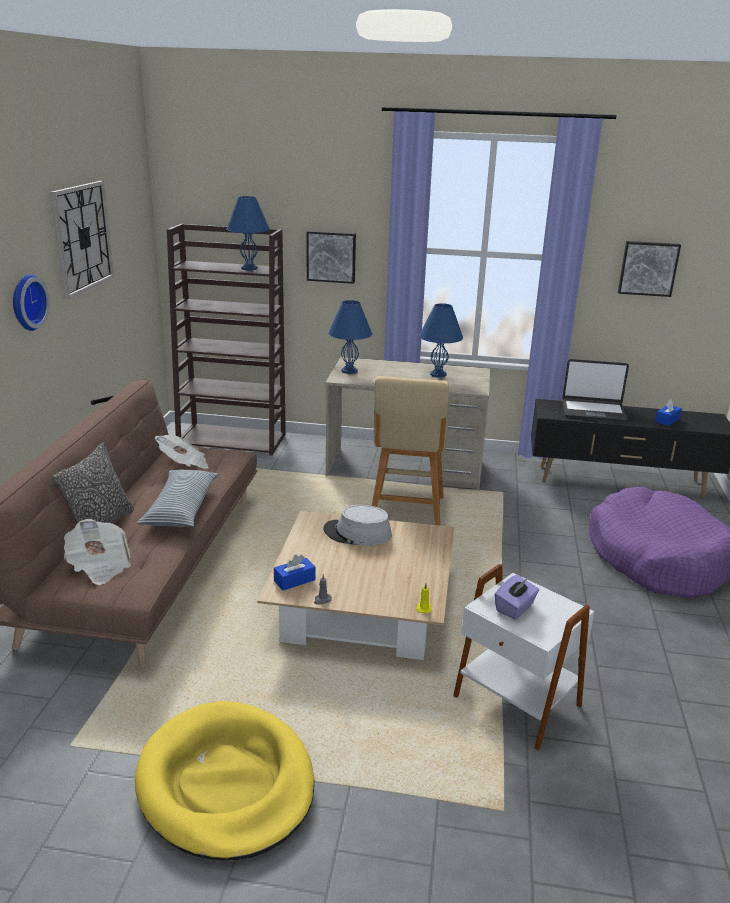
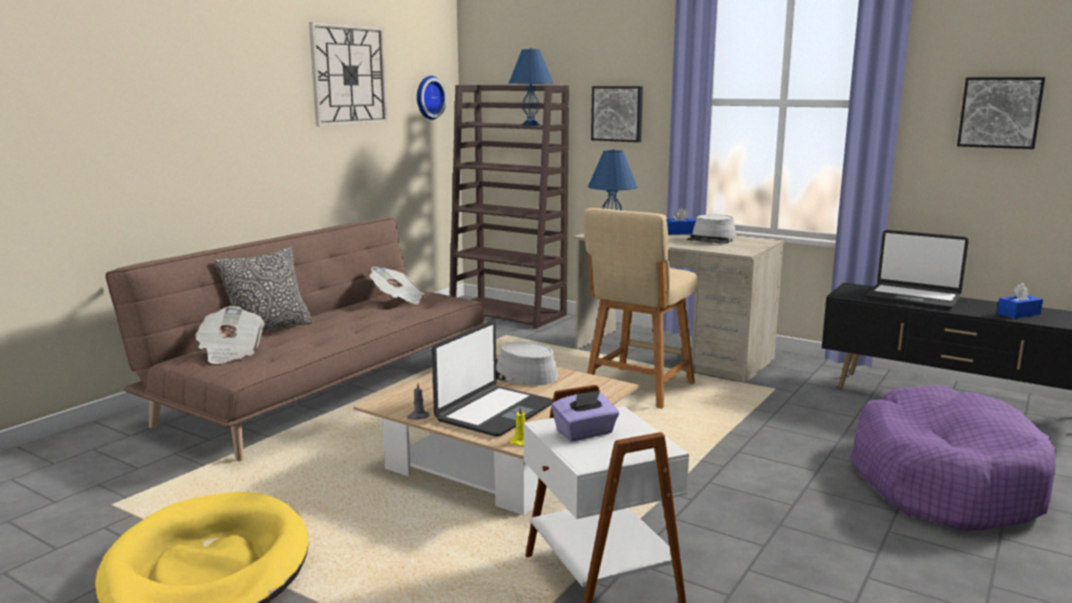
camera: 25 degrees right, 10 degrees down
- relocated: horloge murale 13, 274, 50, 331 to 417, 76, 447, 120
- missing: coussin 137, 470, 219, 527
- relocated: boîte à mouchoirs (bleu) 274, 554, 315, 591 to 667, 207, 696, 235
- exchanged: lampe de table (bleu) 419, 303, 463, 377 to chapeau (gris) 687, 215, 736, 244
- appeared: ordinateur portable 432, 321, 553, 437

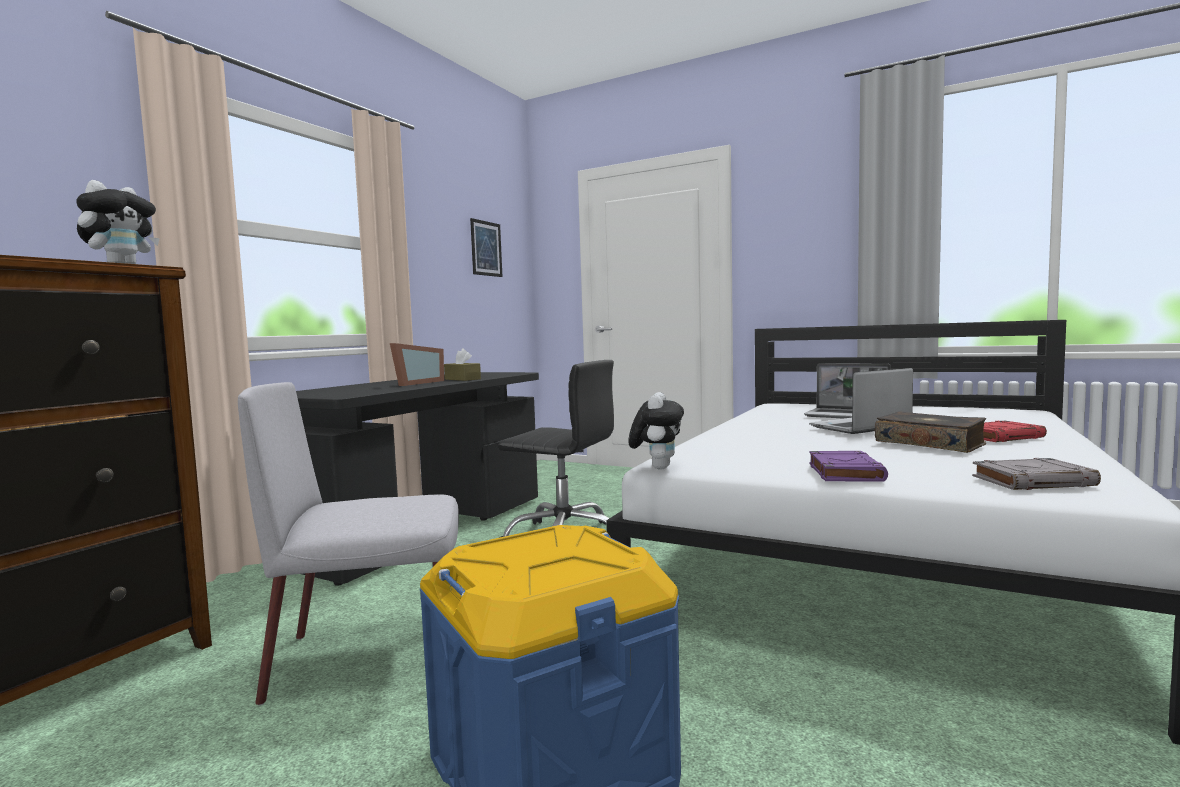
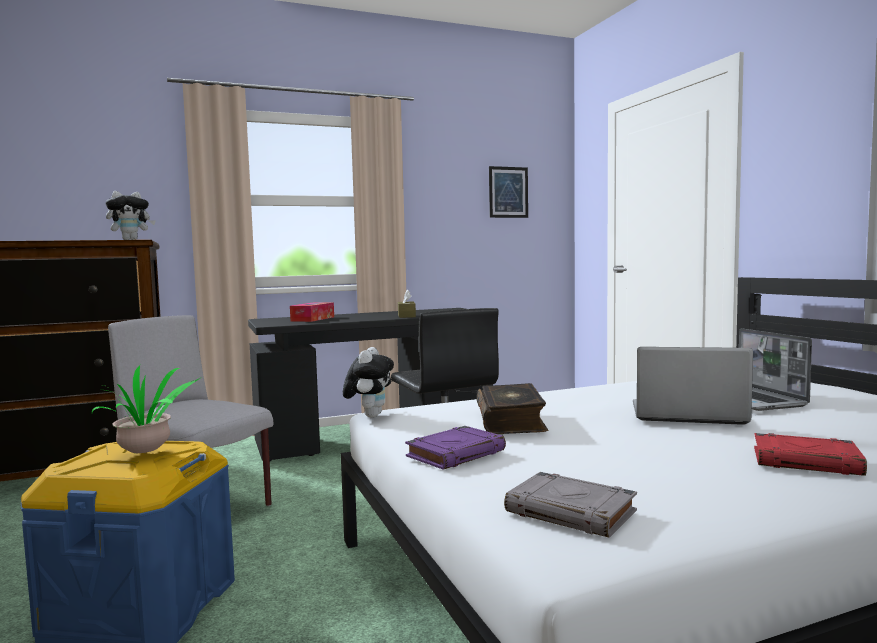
camera: 40 degrees right, 0 degrees up
- missing: cadre photo 390, 343, 444, 386
- spun: peluche 628, 392, 684, 469 = 343, 347, 394, 417 45 degrees counterclockwise
- relocated: livre 875, 411, 986, 453 to 477, 383, 548, 434
- appeared: plante en pot 92, 365, 200, 453
- appeared: boîte à mouchoirs 290, 302, 334, 322

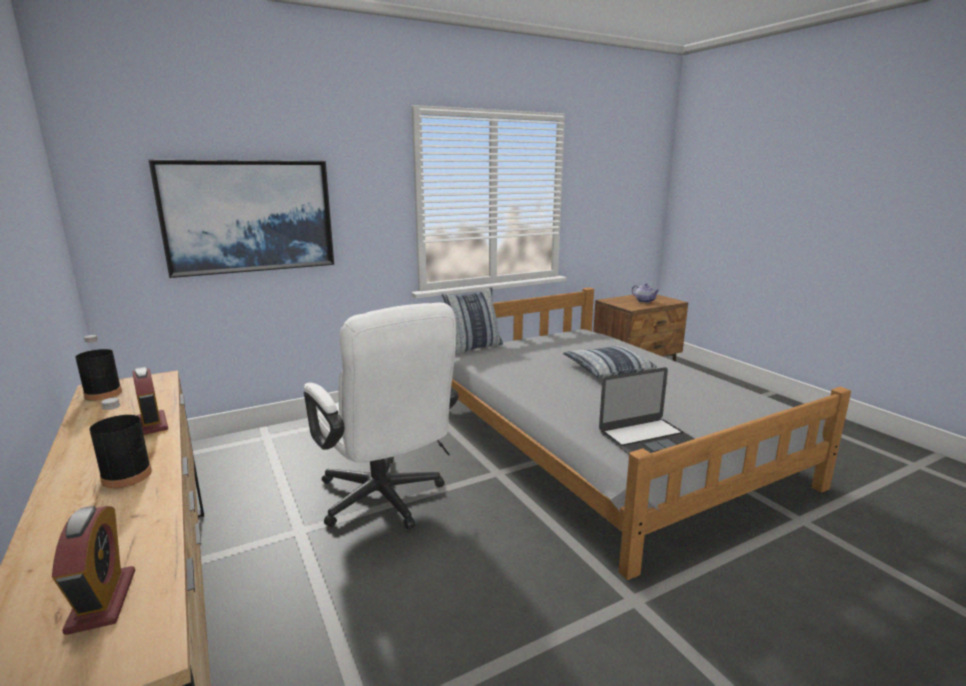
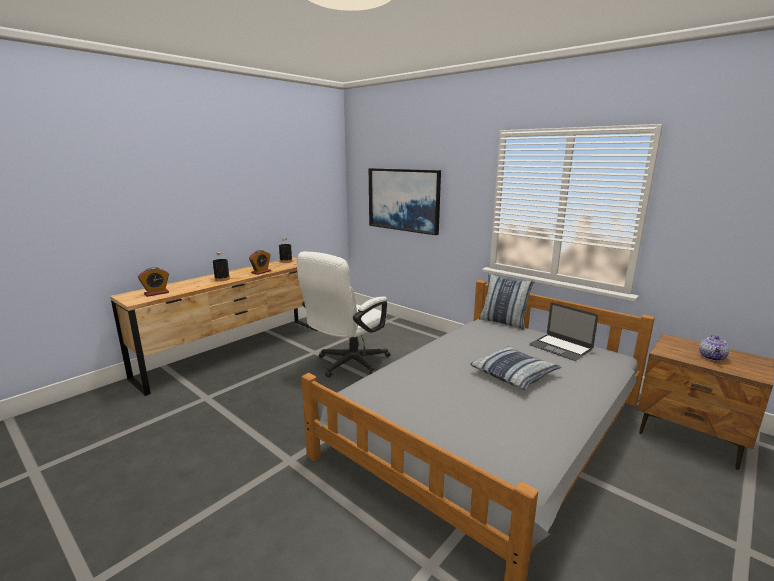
camera: 70 degrees right, 0 degrees up
- relocated: ordinateur portable 599, 367, 695, 455 to 529, 303, 598, 361

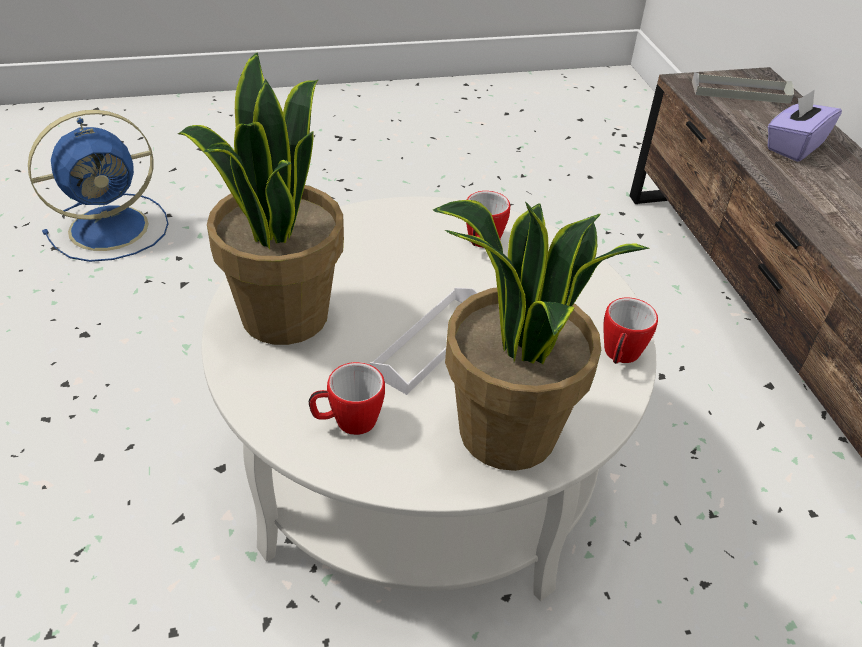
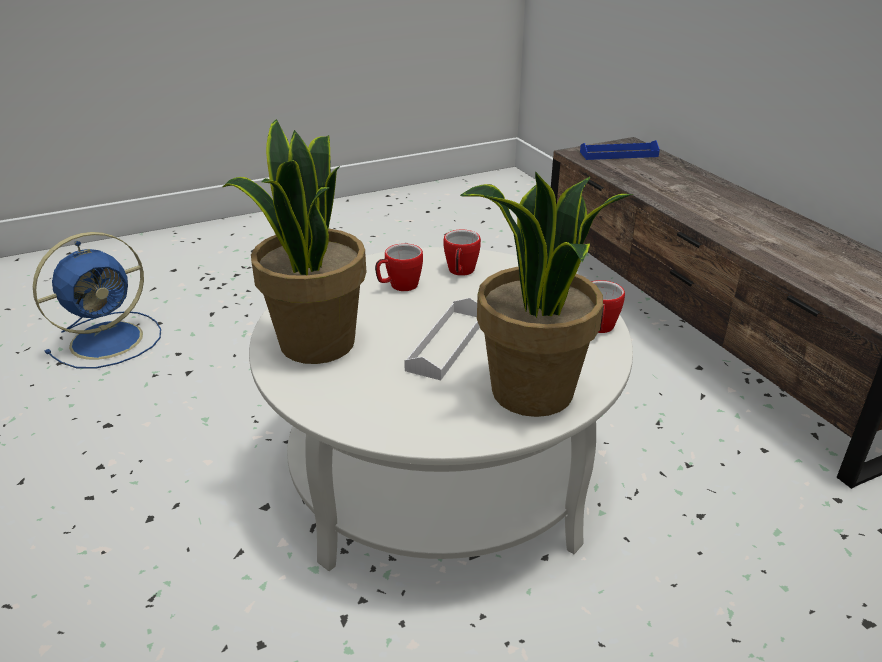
camera: 10 degrees left, 10 degrees down
- relocated: mug 309, 362, 385, 435 to 375, 243, 423, 291
- colour: plateau (gris) 692, 73, 794, 104 to plateau (bleu) 580, 140, 660, 160
- missing: boîte à mouchoirs (violet) 768, 90, 842, 162

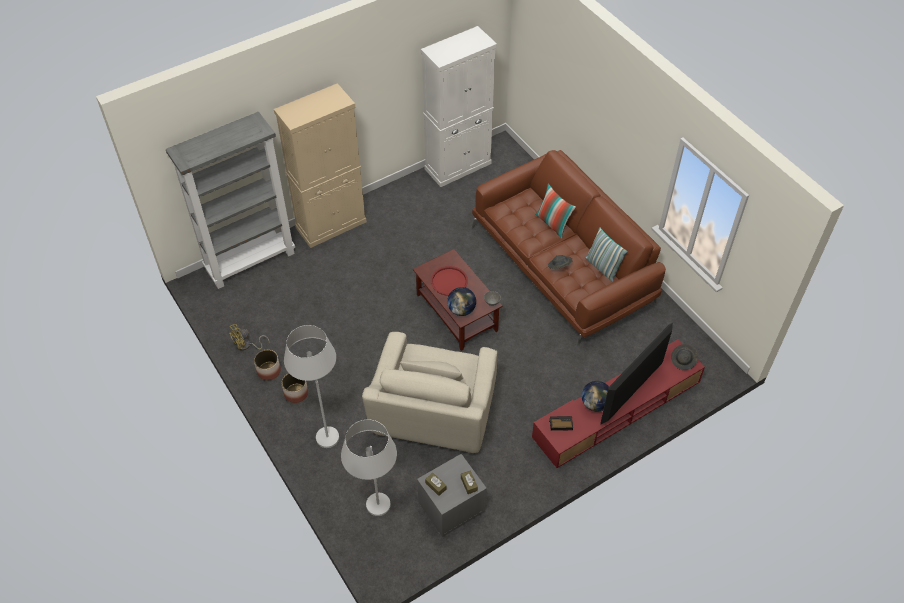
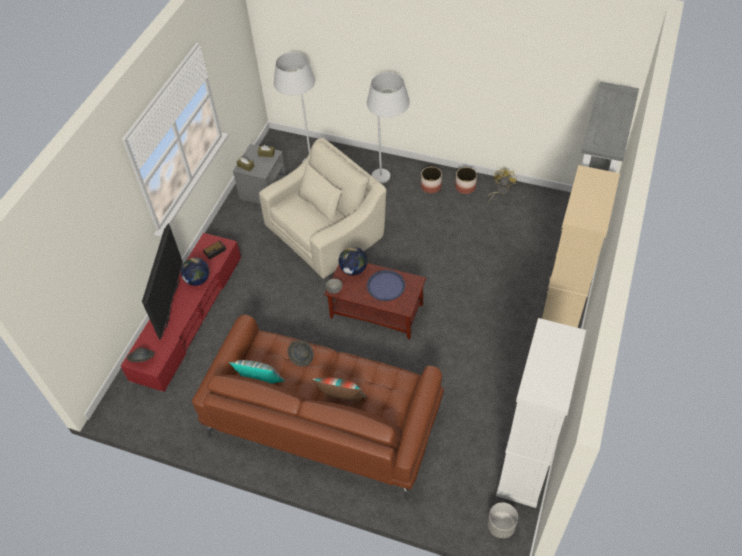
camera: 145 degrees right, 0 degrees up
- spun: fauteuil (beige) 362, 332, 497, 453 = 259, 138, 386, 279 75 degrees clockwise
- colour: plateau (rouge) 431, 266, 468, 296 to plateau (bleu) 367, 270, 405, 301
- appeared: cache-pot (gris) 488, 502, 518, 538

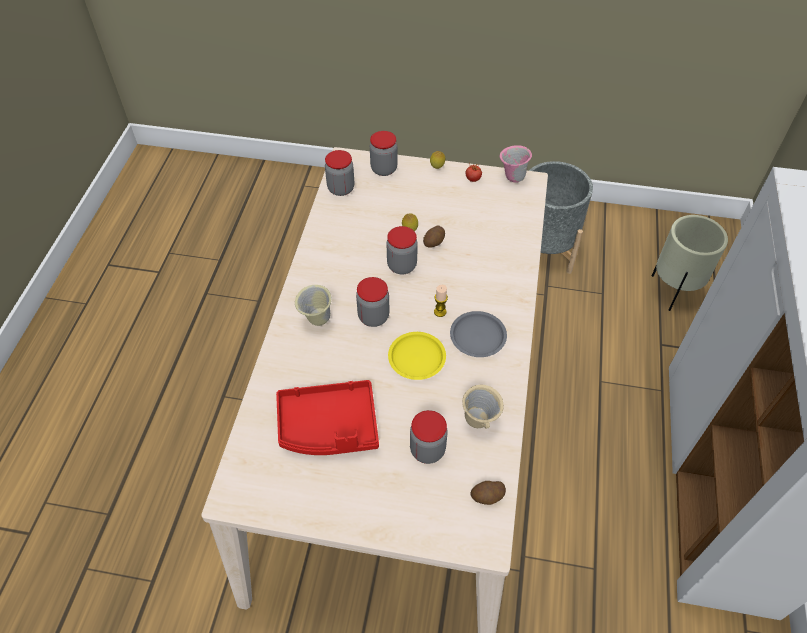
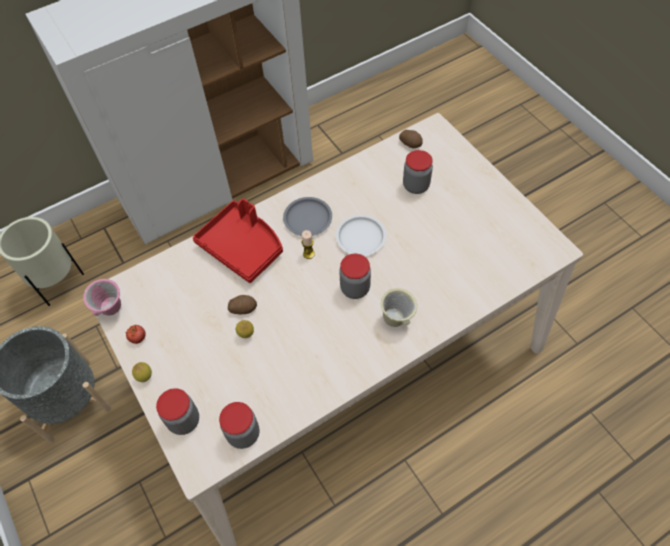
camera: 130 degrees left, 5 degrees up
- relocated: plateau (rouge) 276, 380, 379, 455 to 193, 198, 283, 283
- missing: bocal 386, 226, 418, 274
- colour: assiette (jaune) 388, 332, 446, 380 to assiette (blanc) 336, 215, 386, 256
- missing: mug (beige) 462, 385, 504, 429

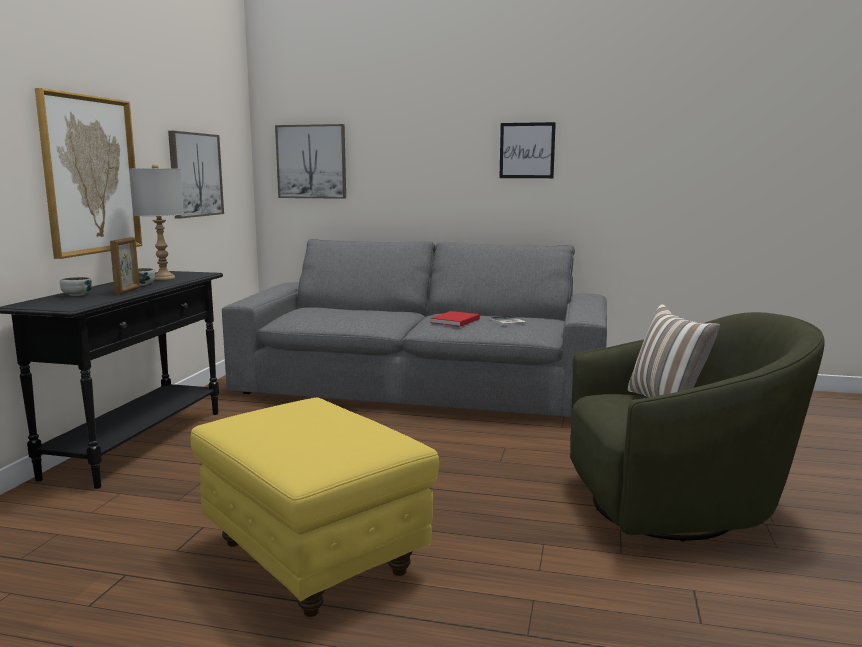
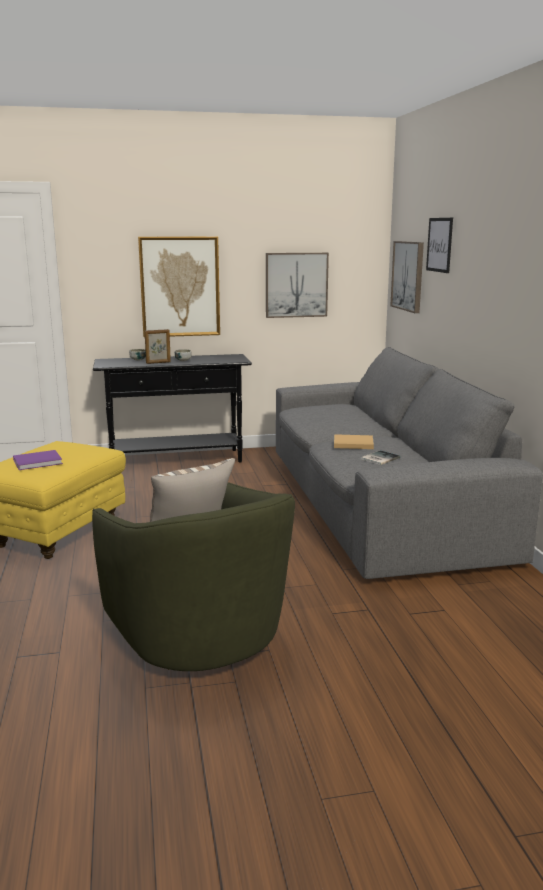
camera: 65 degrees right, 5 degrees up
- missing: lampe de table (gris) 129, 164, 184, 280
- colour: livre (rouge) 431, 311, 480, 327 to livre (beige) 334, 434, 374, 449
- relocated: tableau 500, 122, 556, 178 to 426, 218, 453, 273
- appeared: livre (violet) 13, 450, 63, 470

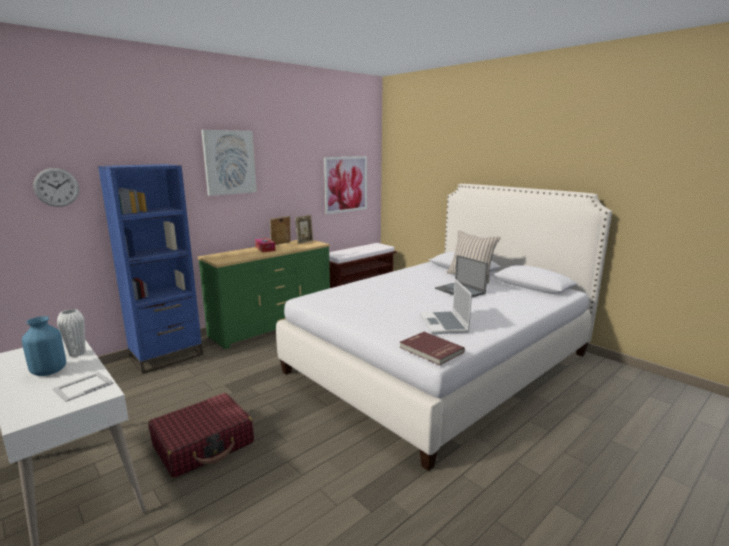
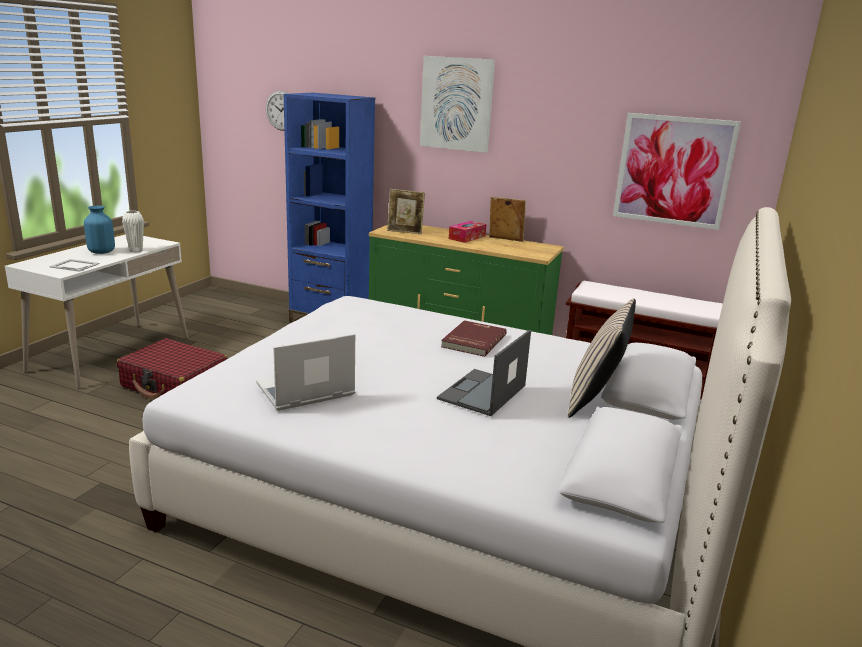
camera: 65 degrees right, 5 degrees up
- relocated: cadre photo 295, 215, 313, 244 to 387, 189, 425, 234
- relocated: livre (rouge) 400, 332, 465, 365 to 441, 320, 507, 357

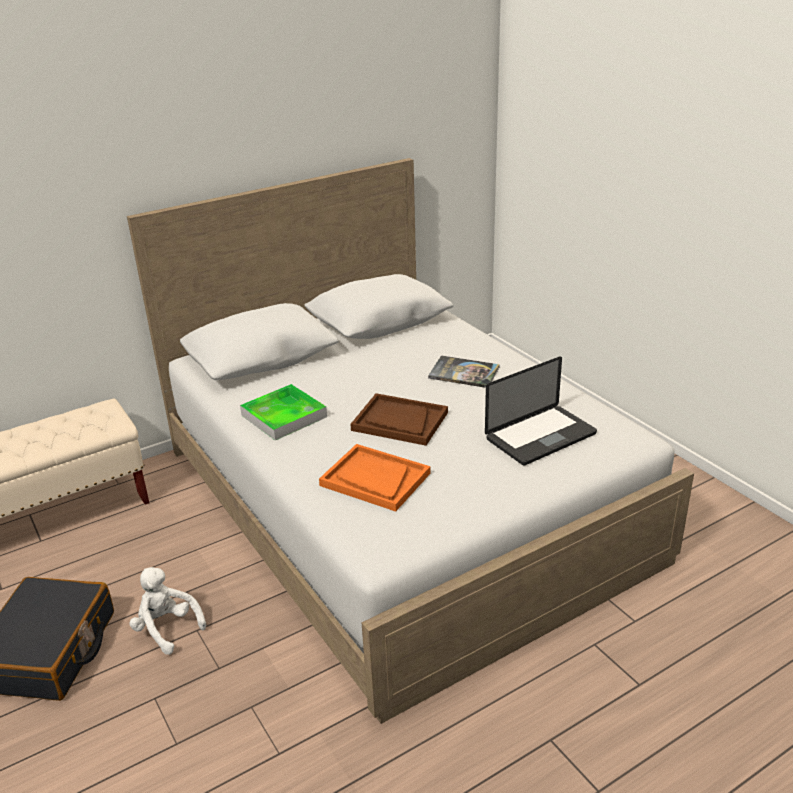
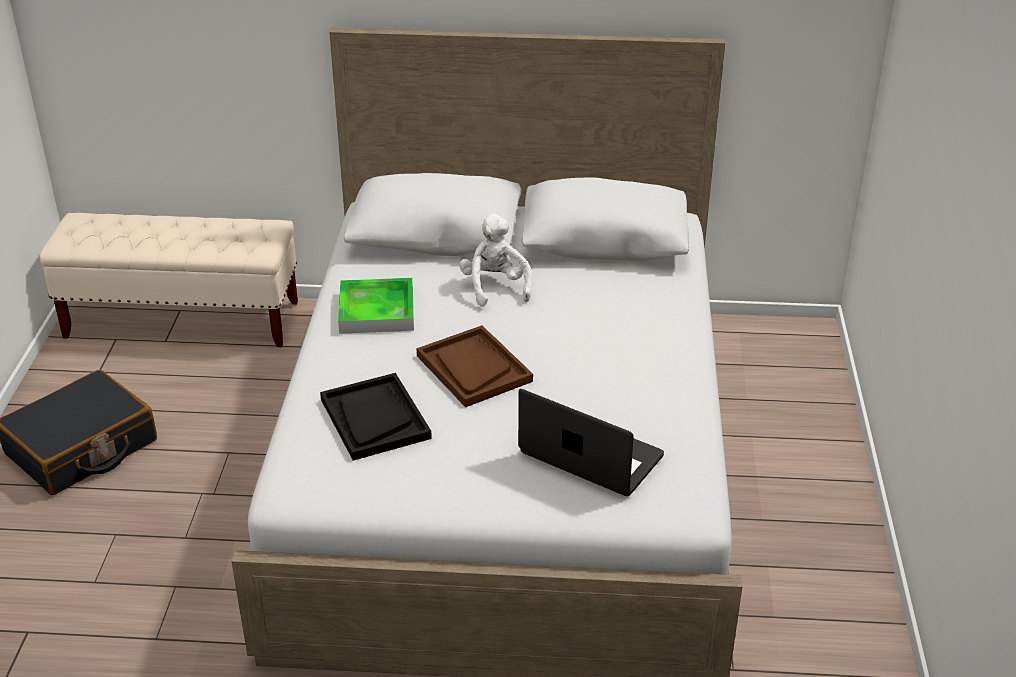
camera: 35 degrees right, 5 degrees up
- relocated: peluche (blanc) 129, 567, 206, 655 to 459, 214, 532, 307
- colour: plateau (orange) 319, 444, 431, 512 to plateau (noir) 320, 373, 432, 461
- missing: livre 428, 355, 500, 388
- spun: ordinateur portable 485, 356, 597, 465 = 518, 389, 664, 496 150 degrees counterclockwise

